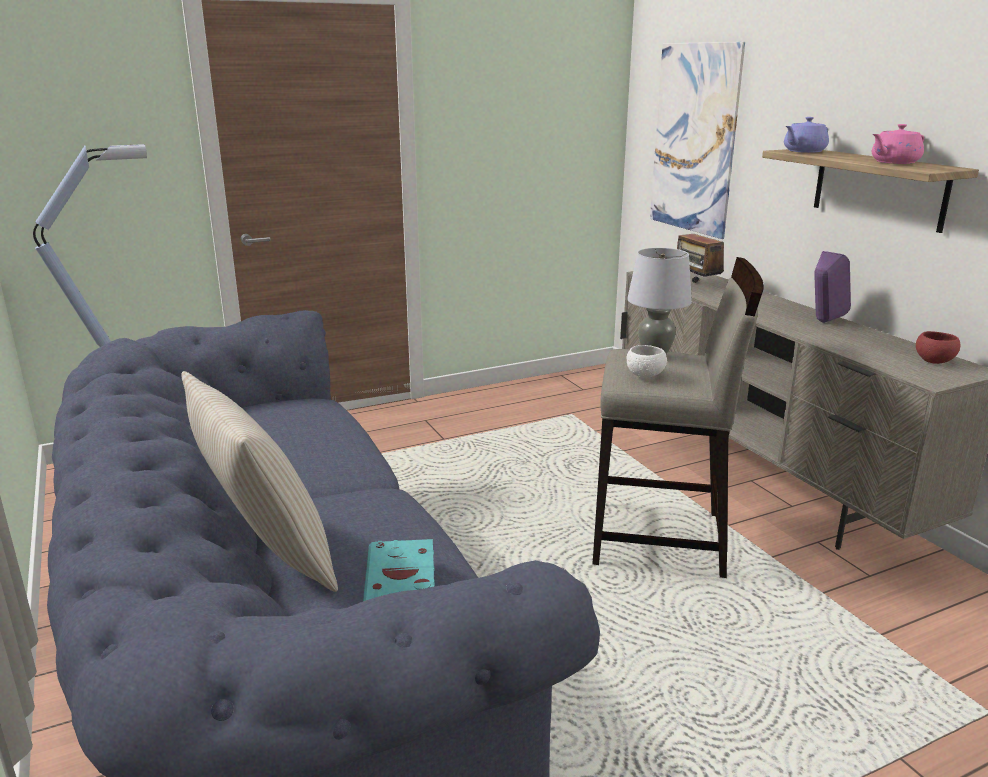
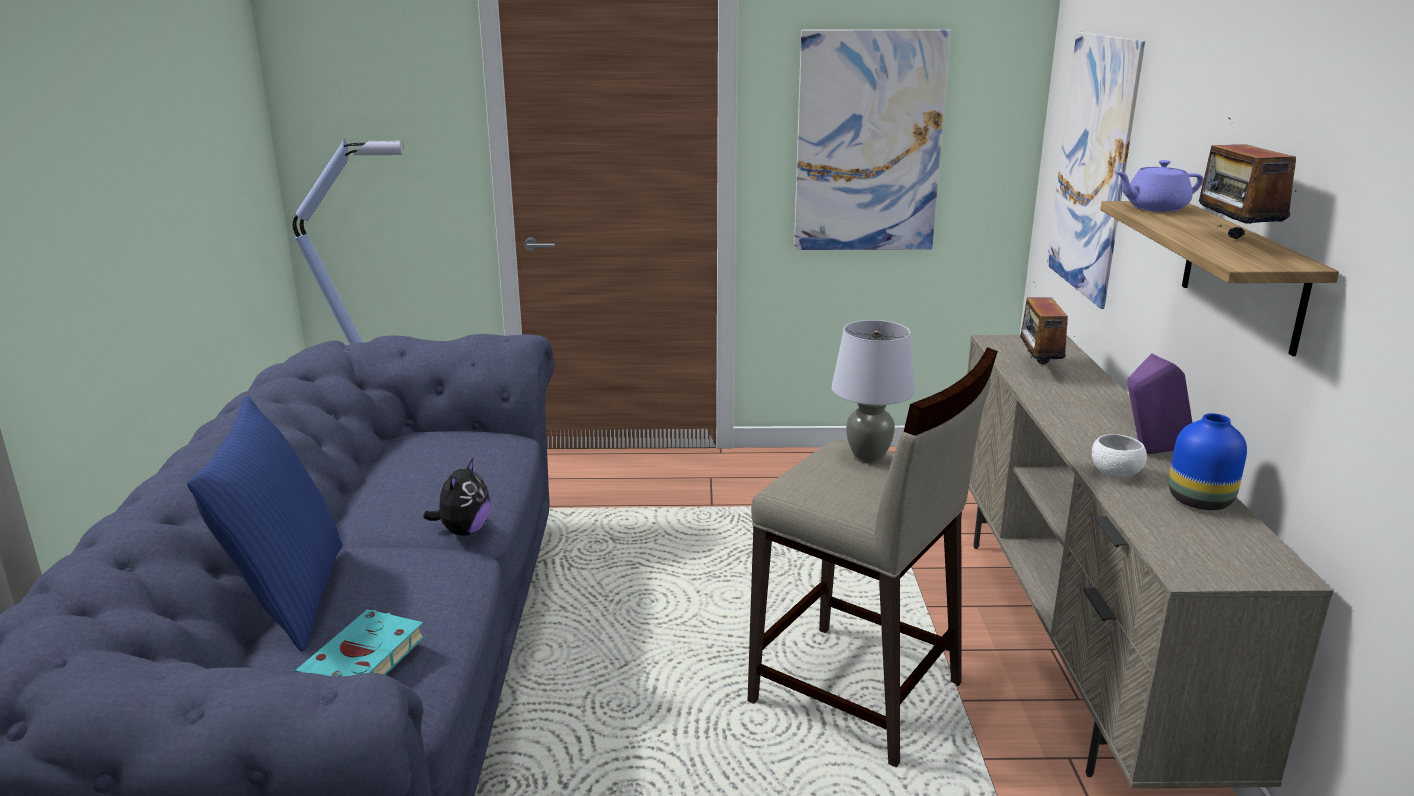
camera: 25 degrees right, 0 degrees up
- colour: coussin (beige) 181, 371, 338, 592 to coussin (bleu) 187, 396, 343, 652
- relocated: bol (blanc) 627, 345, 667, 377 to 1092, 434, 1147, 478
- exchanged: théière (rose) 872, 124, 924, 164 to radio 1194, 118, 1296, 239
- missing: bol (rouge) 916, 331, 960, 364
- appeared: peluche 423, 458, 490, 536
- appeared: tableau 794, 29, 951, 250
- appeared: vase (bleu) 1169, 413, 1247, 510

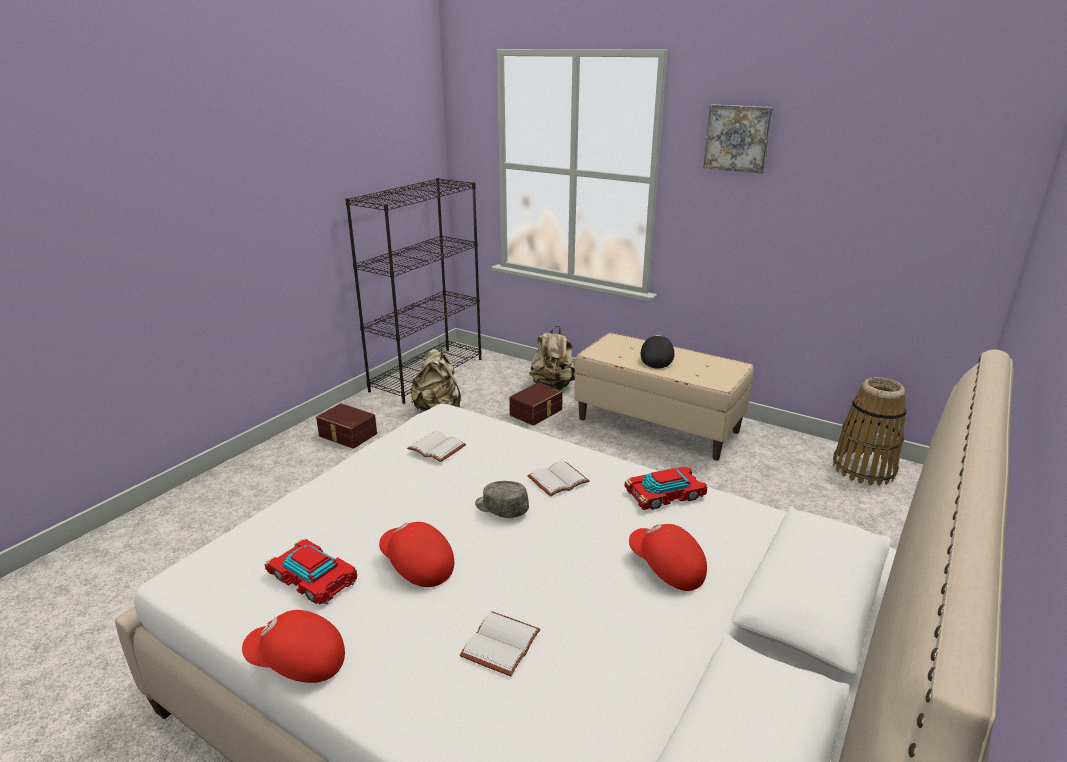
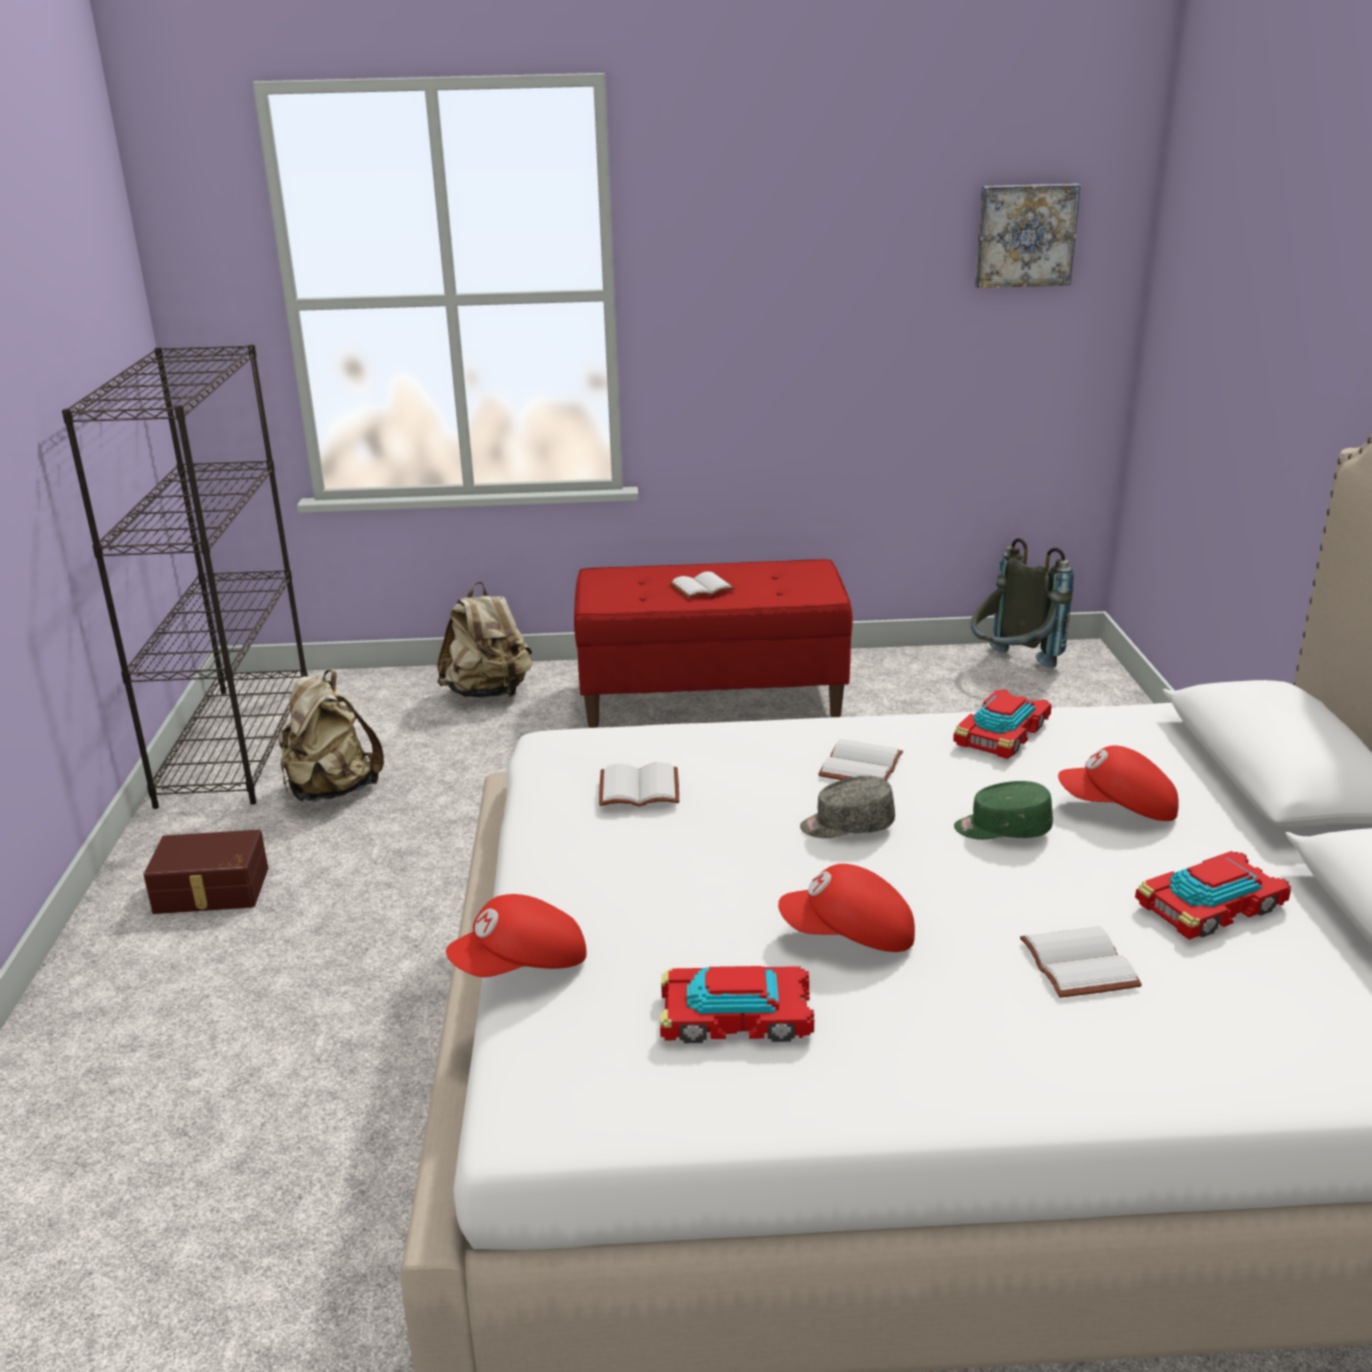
camera: 35 degrees left, 0 degrees up
- relocated: casquette (rouge) 242, 610, 345, 683 to 446, 894, 587, 977
- missing: boîte de rangement (marron) 509, 382, 563, 426
- colour: banc (beige) 574, 333, 753, 461 to banc (rouge) 574, 559, 853, 728
- exchanged: casquette (noir) 641, 335, 674, 368 to livre (blanc) 670, 572, 735, 599
- relocated: tableau 704, 104, 773, 173 to 975, 184, 1081, 288
- exchanged: panier 833, 377, 906, 486 to sac à dos (gris) 970, 538, 1074, 668
- appeared: casquette (vert) 954, 781, 1053, 840
- appeared: petite voiture 1135, 851, 1291, 940

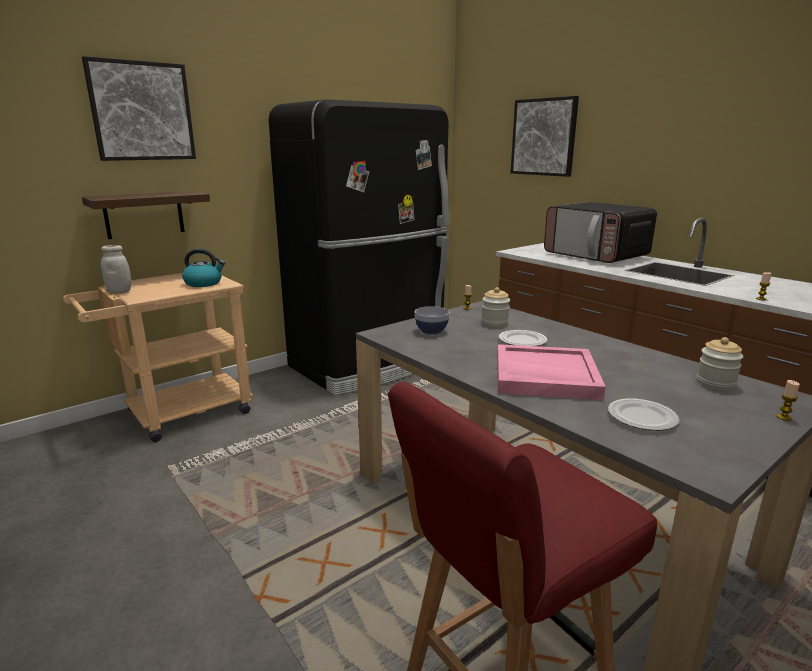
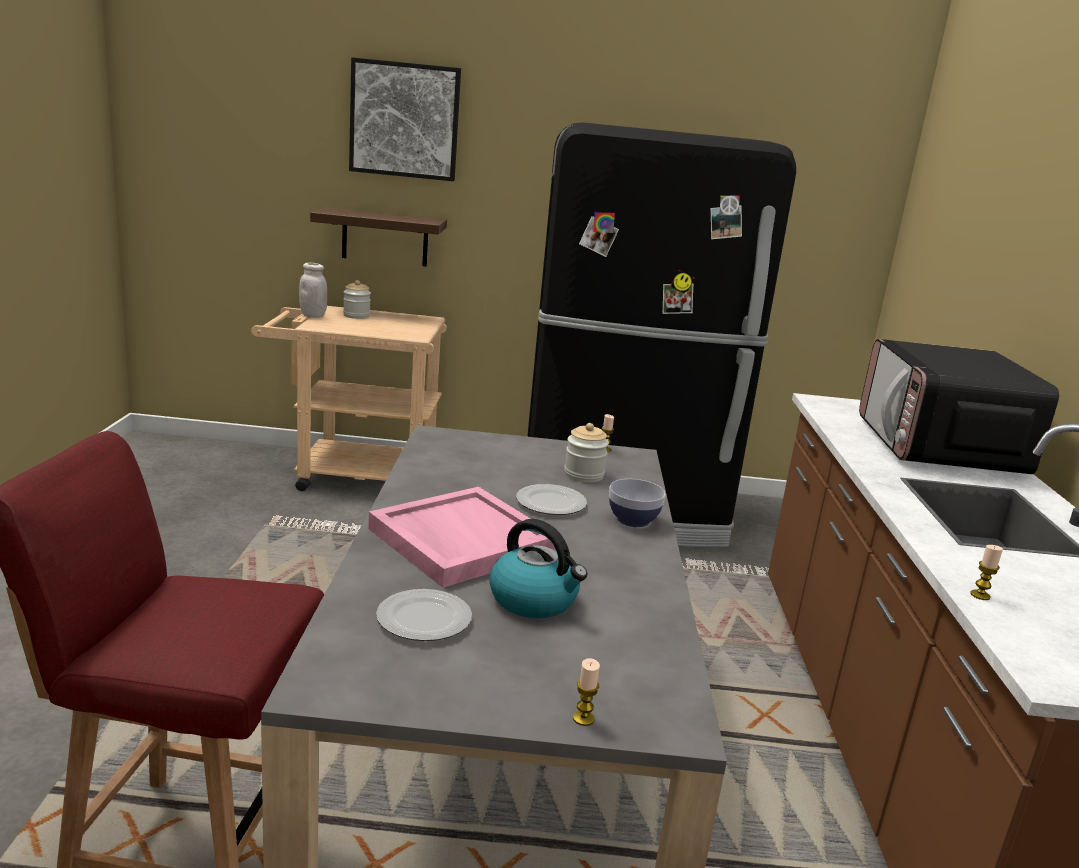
camera: 40 degrees right, 0 degrees up
- relocated: bouilloire 182, 249, 225, 287 to 490, 519, 587, 618
- relocated: bol 415, 306, 450, 335 to 609, 479, 666, 527
- missing: tableau 511, 96, 579, 177
- relocated: bocal 696, 337, 743, 390 to 343, 280, 371, 319

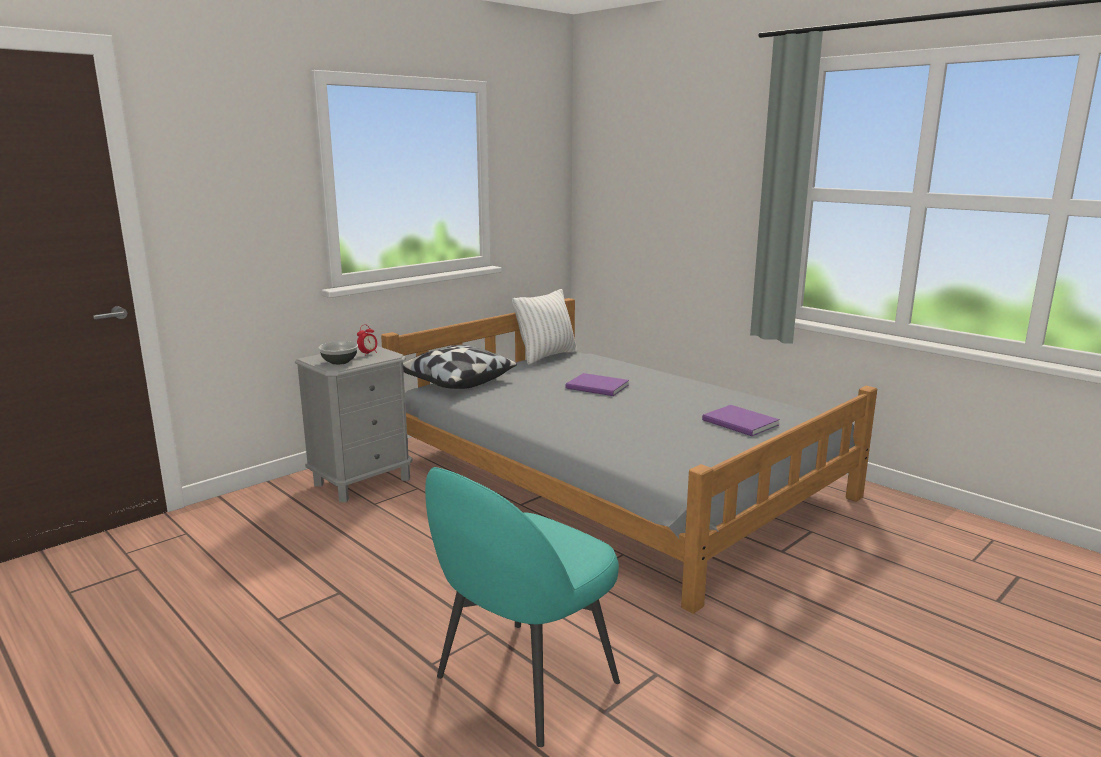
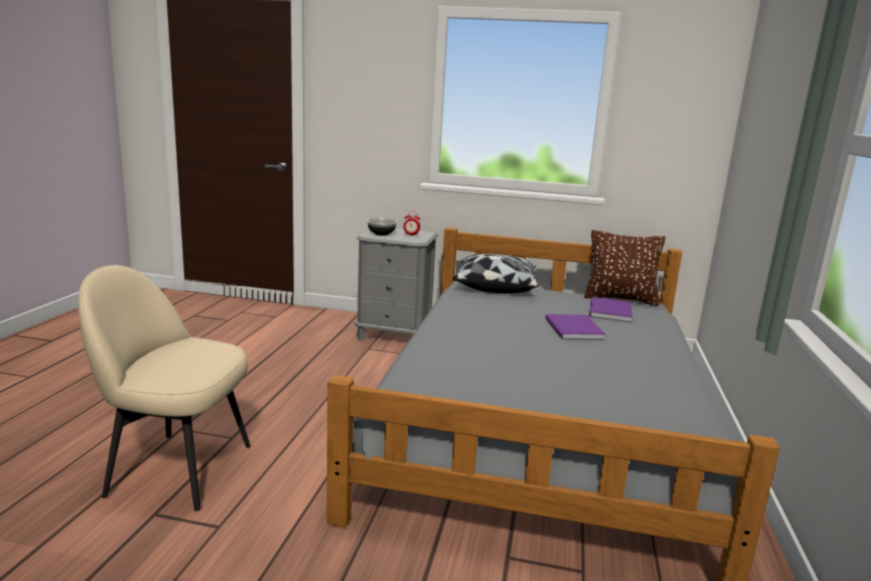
camera: 55 degrees right, 0 degrees up
- colour: chaise (turquoise) 425, 467, 620, 747 to chaise (beige) 78, 265, 250, 511
- colour: coussin (blanc) 512, 289, 578, 365 to coussin (marron) 584, 230, 665, 306
- relocated: livre (violet) 702, 405, 780, 436 to 589, 297, 633, 322

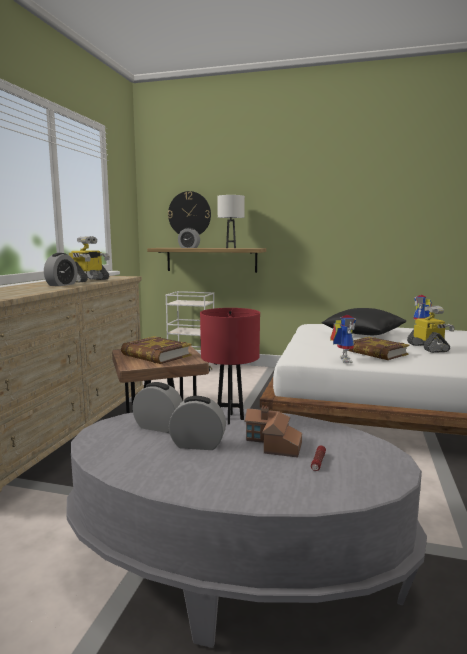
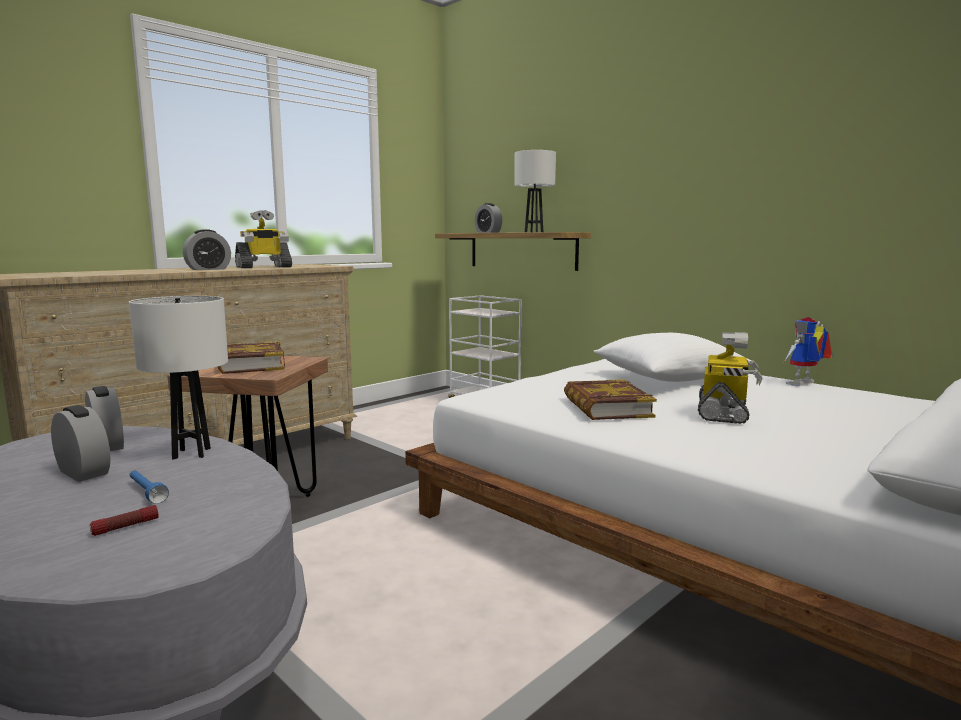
camera: 30 degrees right, 0 degrees up
- missing: horloge murale 168, 191, 211, 235
- colour: lampe de table (rouge) 200, 308, 260, 425 to lampe de table (blanc) 129, 296, 228, 459
- exchanged: maison miniature 245, 405, 302, 458 to lampe de poche (bleu) 130, 470, 169, 504
- colour: coussin (noir) 321, 308, 406, 335 to coussin (blanc) 593, 333, 751, 382
- missing: robot jouet 330, 315, 356, 363

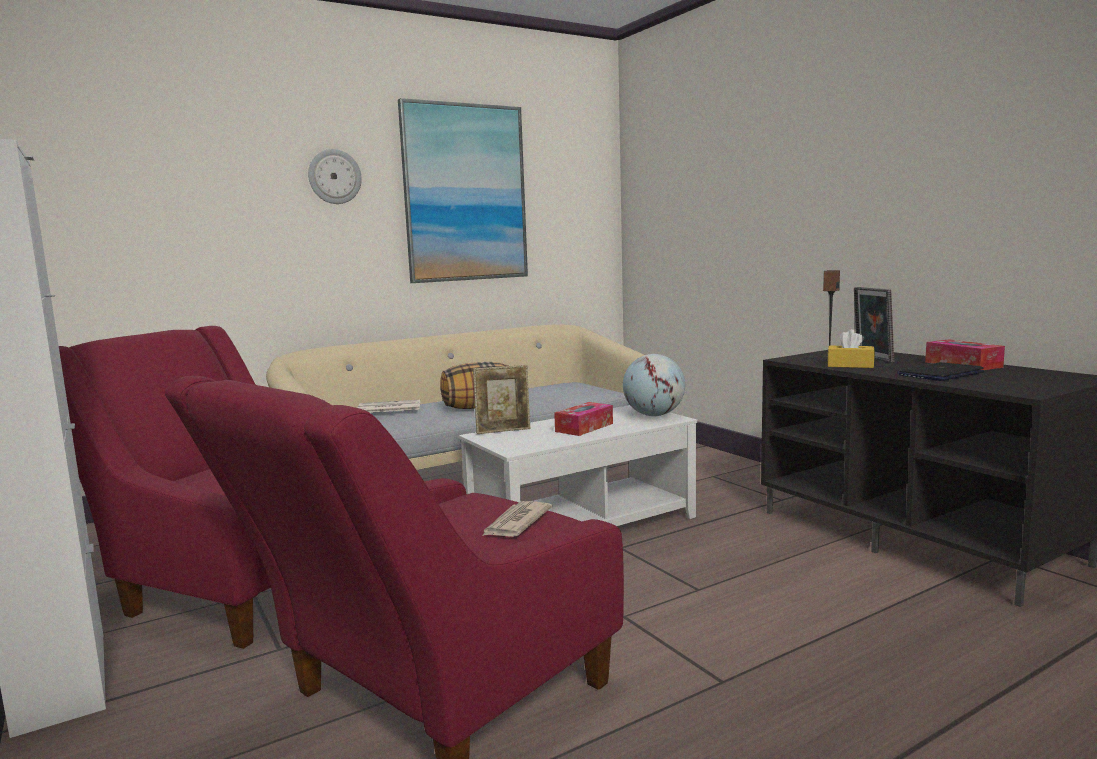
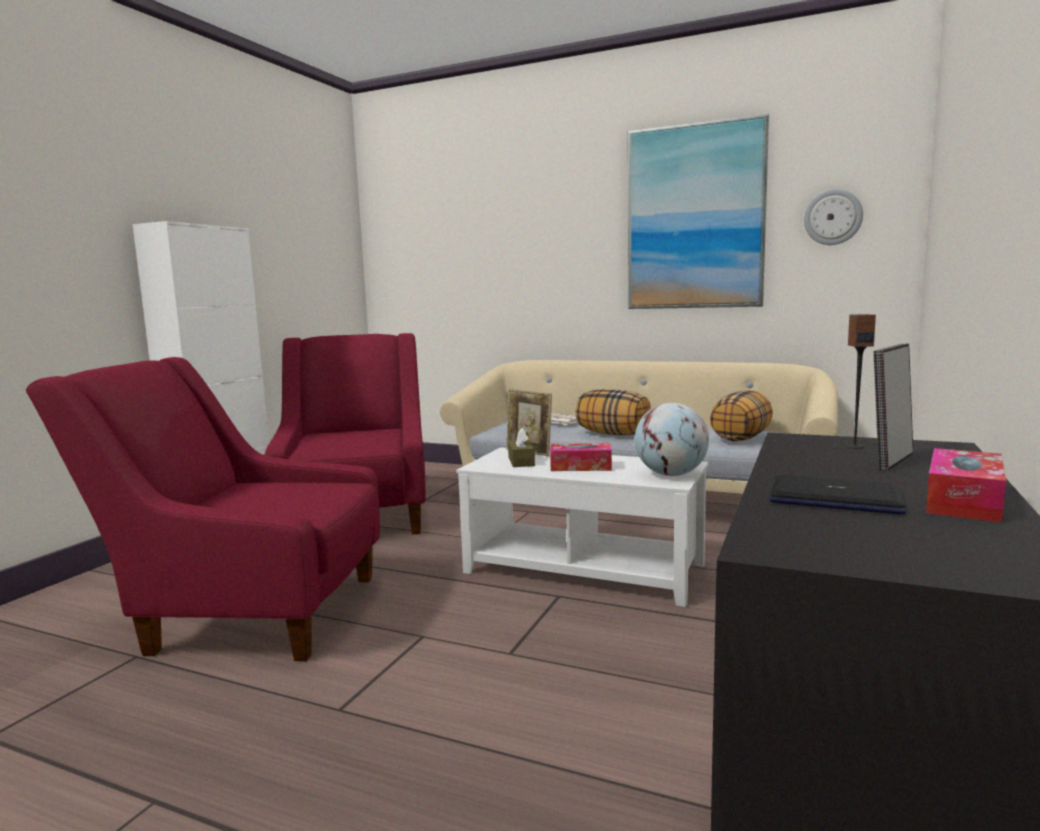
camera: 55 degrees right, 0 degrees up
- relocated: horloge murale 308, 149, 362, 204 to 804, 189, 863, 245
- missing: journal 482, 501, 553, 537
- missing: boîte à mouchoirs (jaune) 828, 329, 875, 368
- appeared: boîte à mouchoirs (marron) 508, 428, 535, 467
- appeared: coussin 710, 390, 773, 441

